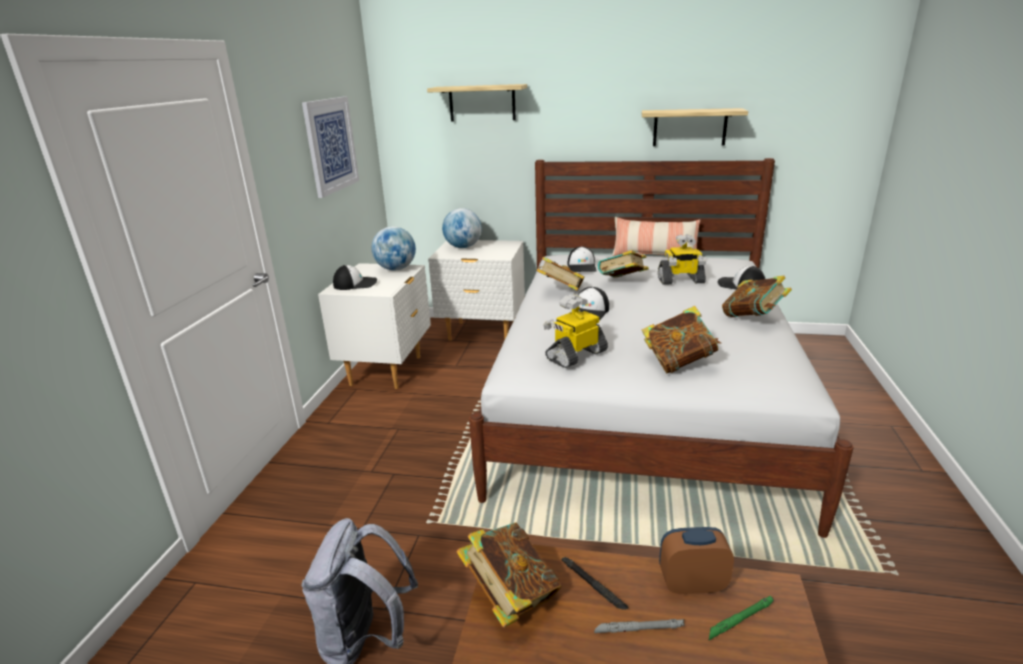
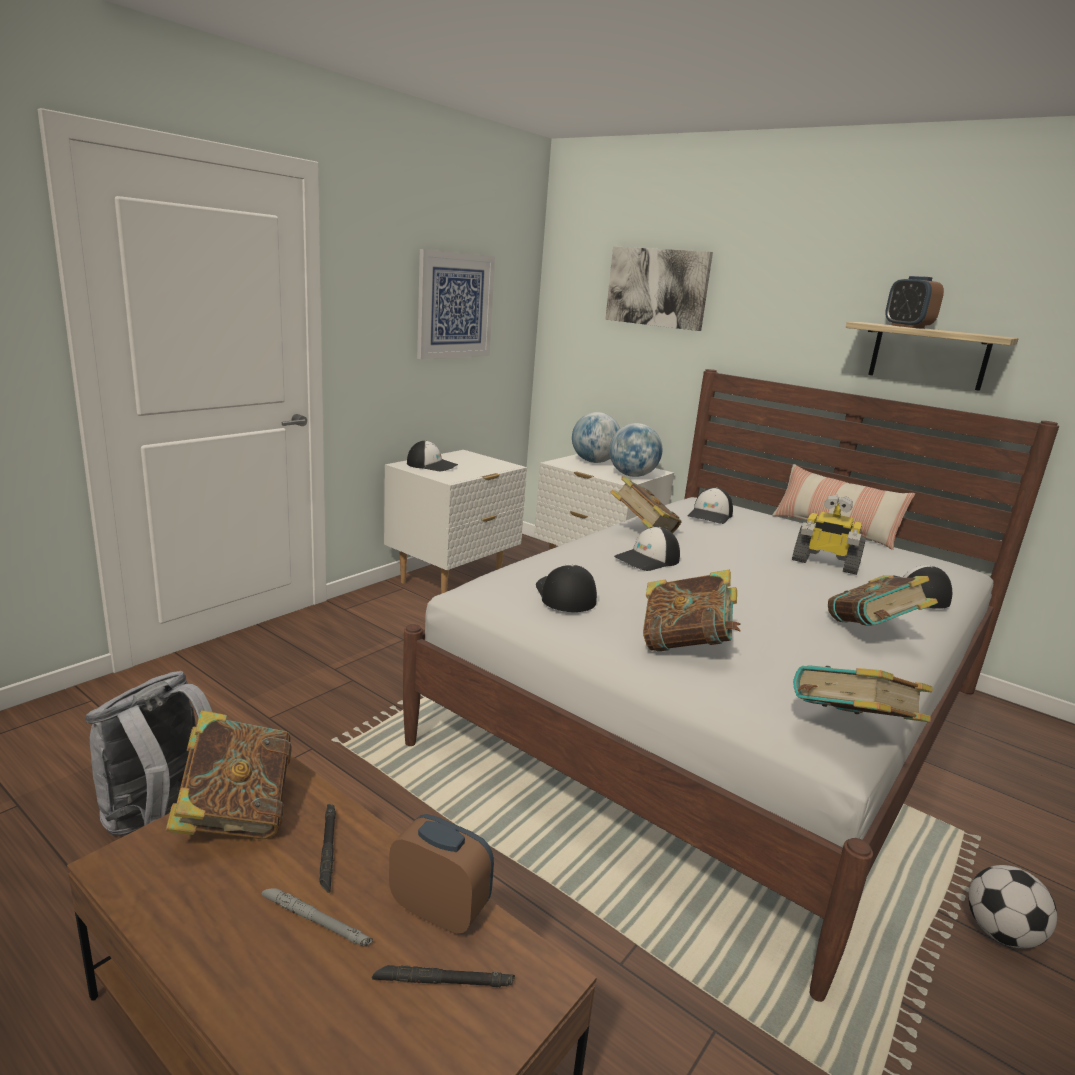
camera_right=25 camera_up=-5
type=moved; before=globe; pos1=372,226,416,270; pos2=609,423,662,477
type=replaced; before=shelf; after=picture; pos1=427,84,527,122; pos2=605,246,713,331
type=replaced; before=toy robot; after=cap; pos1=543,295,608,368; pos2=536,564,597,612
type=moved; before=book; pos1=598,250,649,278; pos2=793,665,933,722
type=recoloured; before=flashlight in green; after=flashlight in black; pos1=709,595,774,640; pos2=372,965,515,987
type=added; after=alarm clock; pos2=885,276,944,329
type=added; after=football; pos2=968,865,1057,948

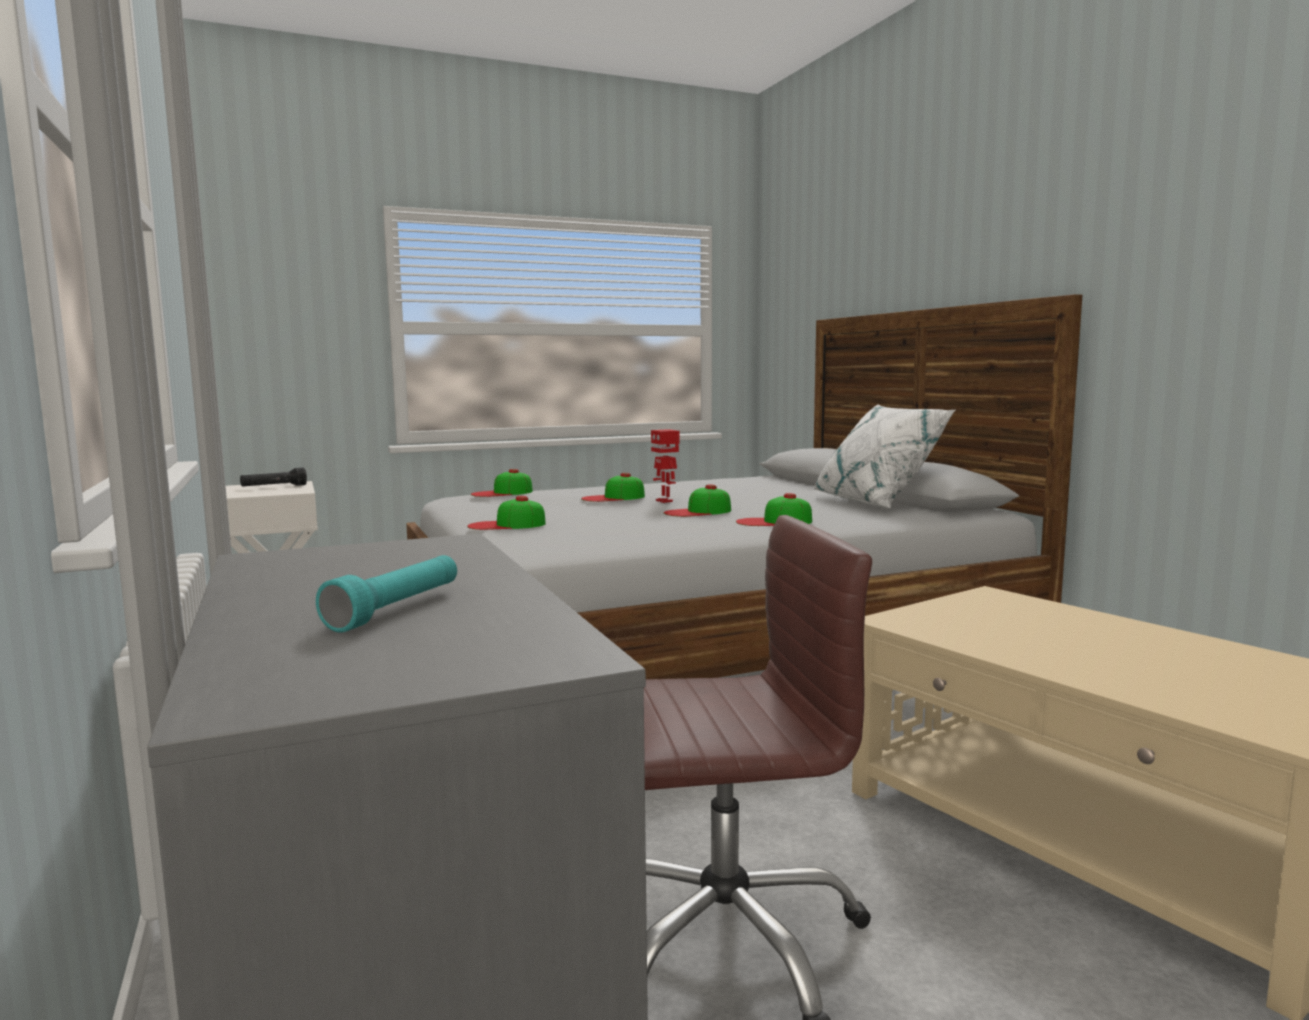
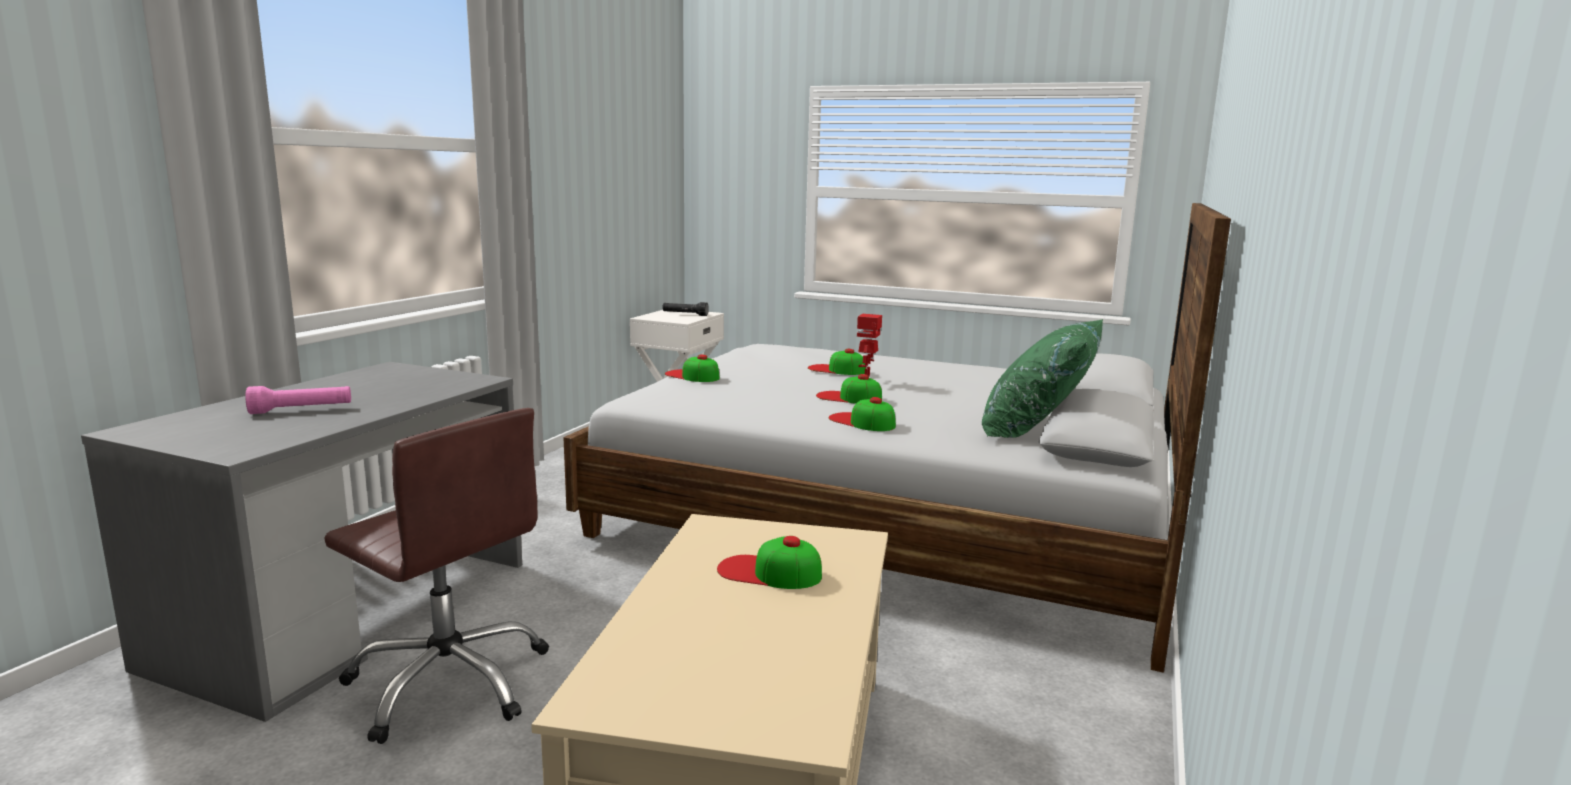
camera_right=45 camera_up=5
type=recoloured; before=flashlight in turquoise; after=flashlight in pink; pos1=316,555,457,633; pos2=246,386,351,414
type=moved; before=cap; pos1=471,469,533,497; pos2=717,536,822,589
type=recoloured; before=pillow in white; after=pillow in green; pos1=814,404,955,509; pos2=982,319,1103,438

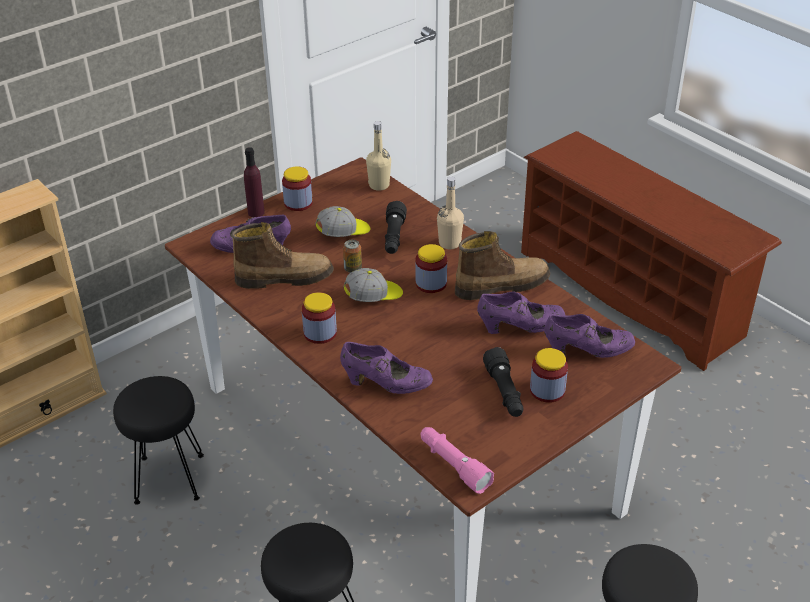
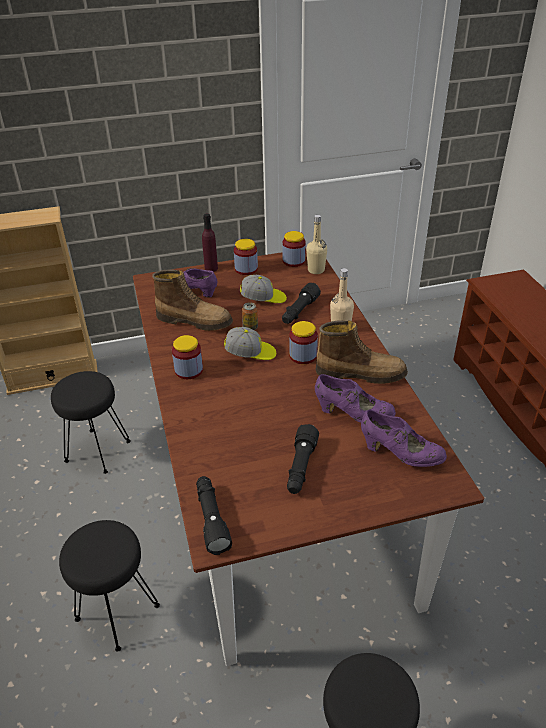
camera_right=25 camera_up=0
type=removed; before=shoe in purple; pos1=340,342,433,394
type=recoloured; before=flashlight in pink; after=flashlight in black; pos1=421,427,494,494; pos2=196,476,232,555
type=moved; before=jar; pos1=530,348,568,403; pos2=282,231,306,267

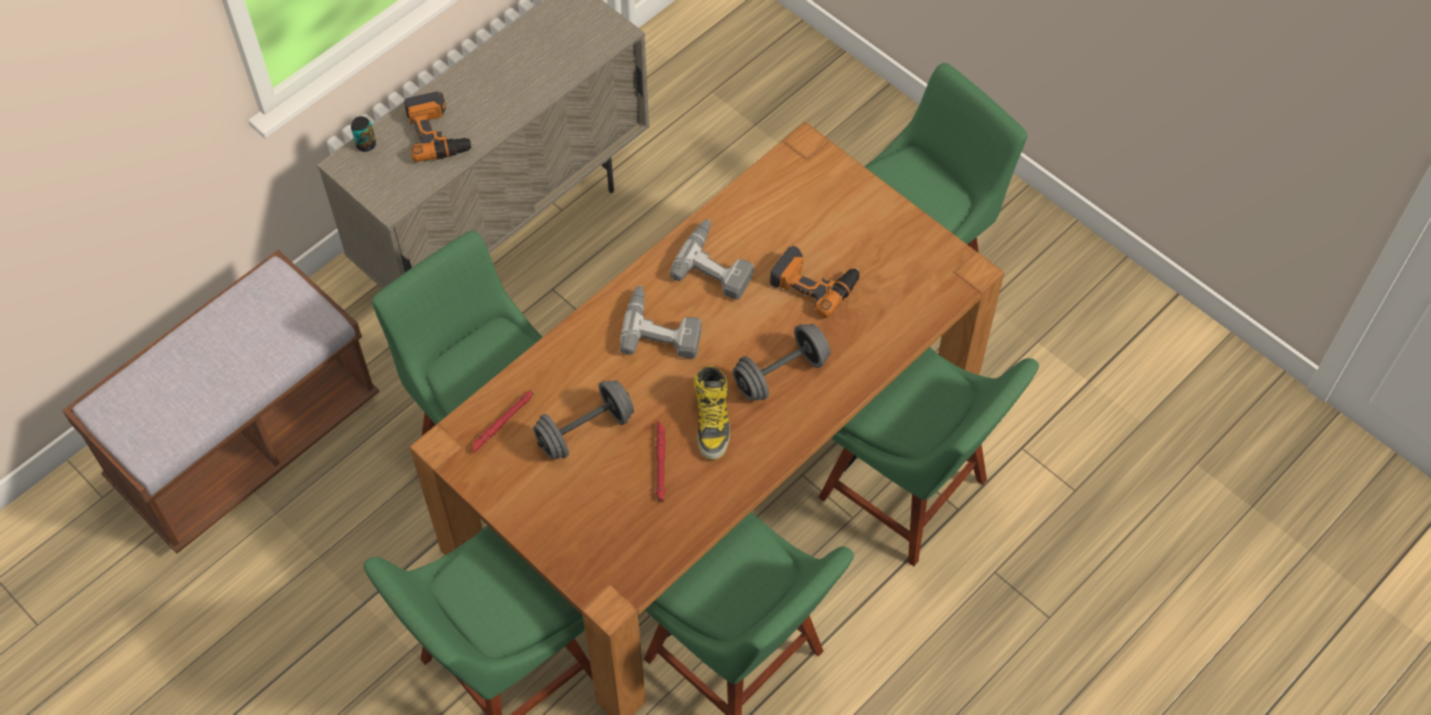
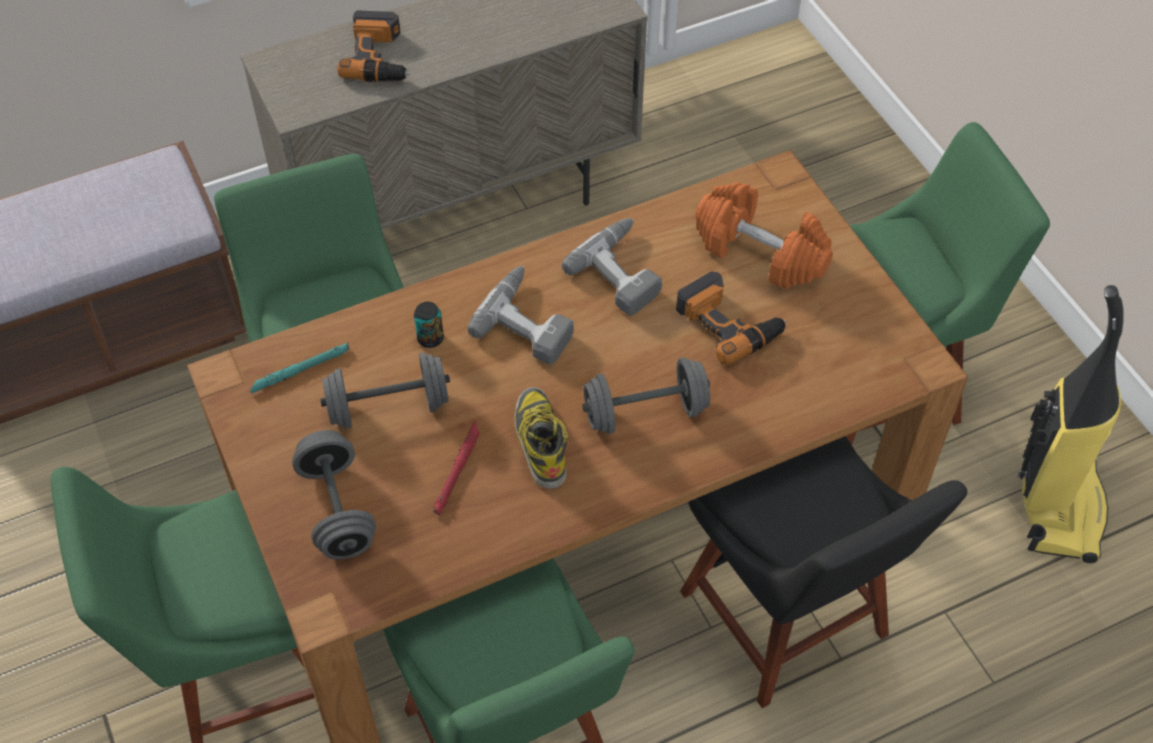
camera_right=20 camera_up=-5
type=moved; before=can; pos1=351,116,376,152; pos2=414,302,444,348
type=recoloured; before=flashlight in red; after=flashlight in turquoise; pos1=473,390,533,454; pos2=251,343,349,394
type=turned; before=boot; pos1=693,366,730,460; pos2=514,387,569,489; turn=150
type=recoloured; before=chair in green; after=chair in black; pos1=818,347,1039,566; pos2=680,436,968,708
type=added; after=dumbbell in grey; pos2=292,430,376,560
type=added; after=dumbbell in orange; pos2=695,182,833,289
type=added; after=vacuum cleaner; pos2=1018,285,1124,563

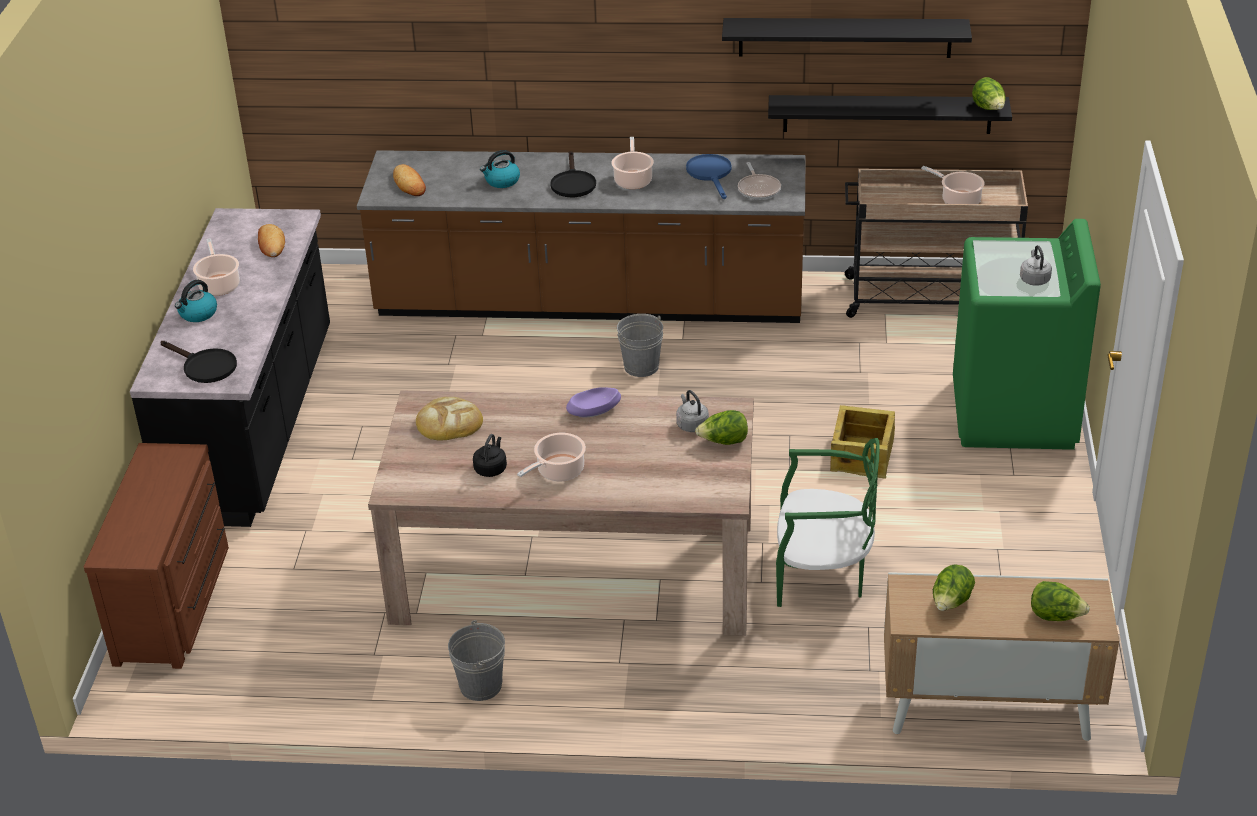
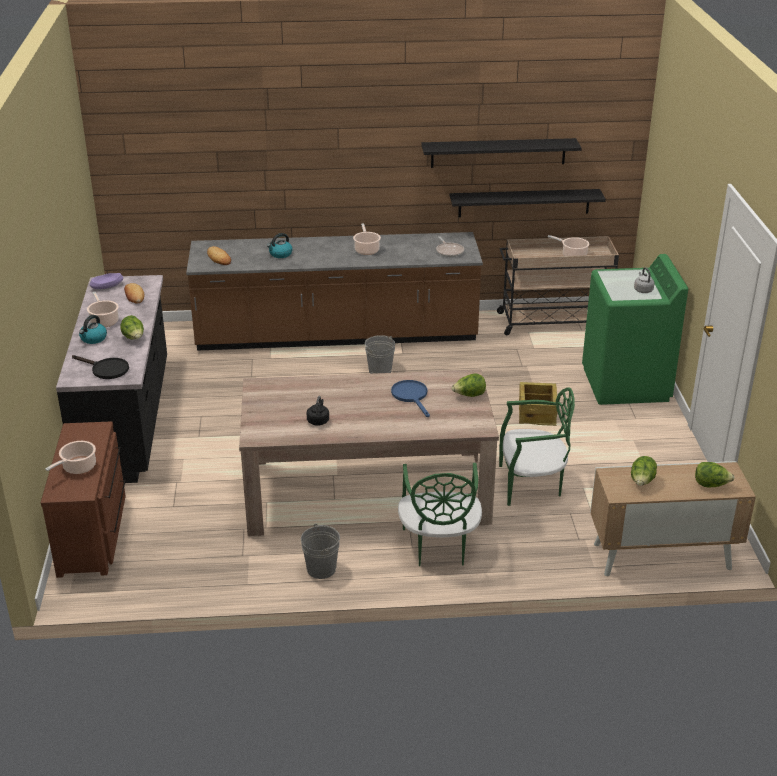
camera_right=-10 camera_up=-5
type=removed; before=bread; pos1=416,397,483,441
type=moved; before=cooking pot; pos1=517,433,586,481; pos2=45,441,96,474
type=removed; before=frying pan in black; pos1=550,151,596,197
type=moved; before=bowl in purple; pos1=566,387,621,417; pos2=90,273,123,290
type=removed; before=kettle in grey; pos1=676,390,709,432
type=moved; before=frying pan in blue; pos1=686,154,732,199; pos2=391,380,430,417
type=moved; before=lettuce; pos1=972,77,1006,110; pos2=120,315,144,339
type=added; after=chair in green; pos2=398,463,482,566

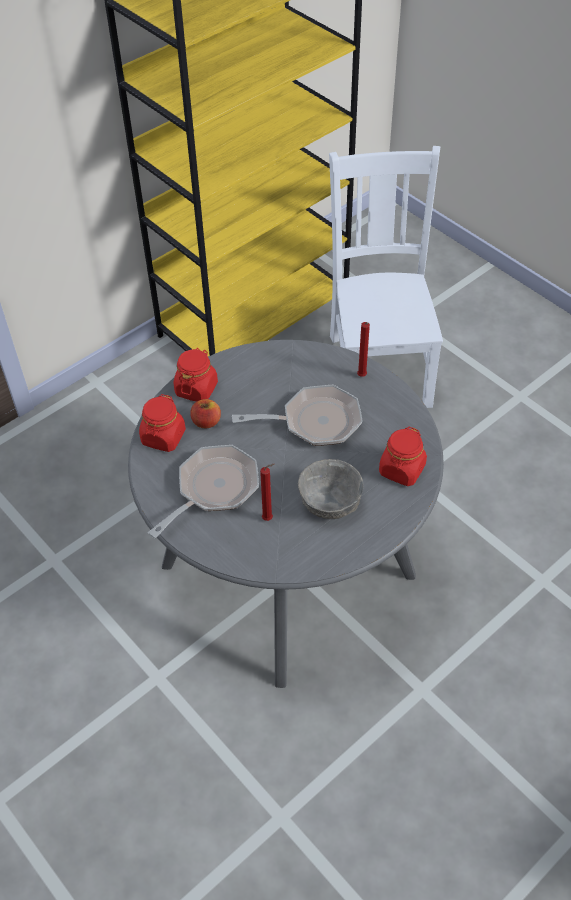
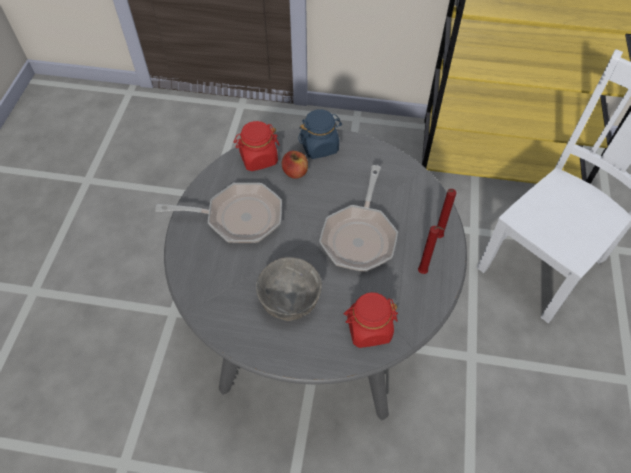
camera_right=50 camera_up=5
type=recoloured; before=jar in red; after=jar in blue; pos1=174,348,218,402; pos2=298,109,342,159
type=turned; before=frying pan; pos1=232,385,363,446; pos2=319,165,398,272; turn=60
type=moved; before=candle in red; pos1=260,464,275,521; pos2=418,226,444,274

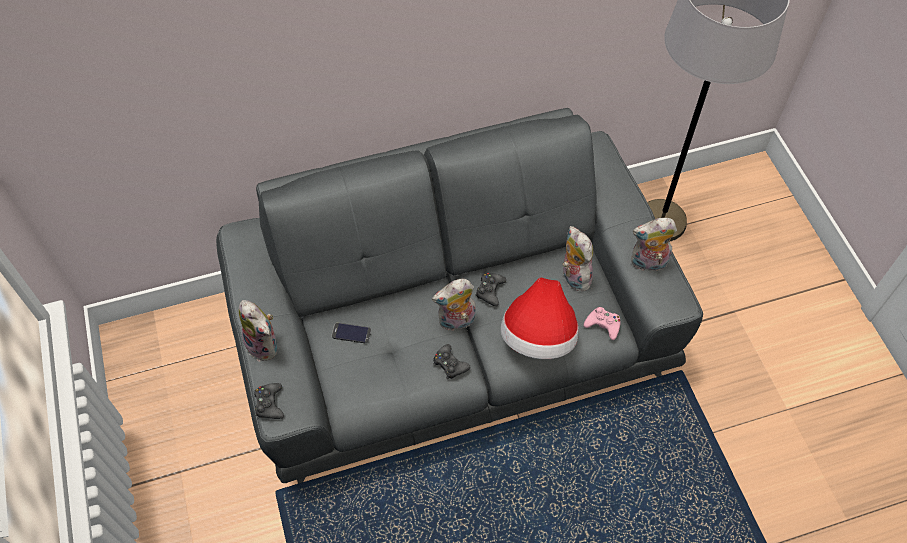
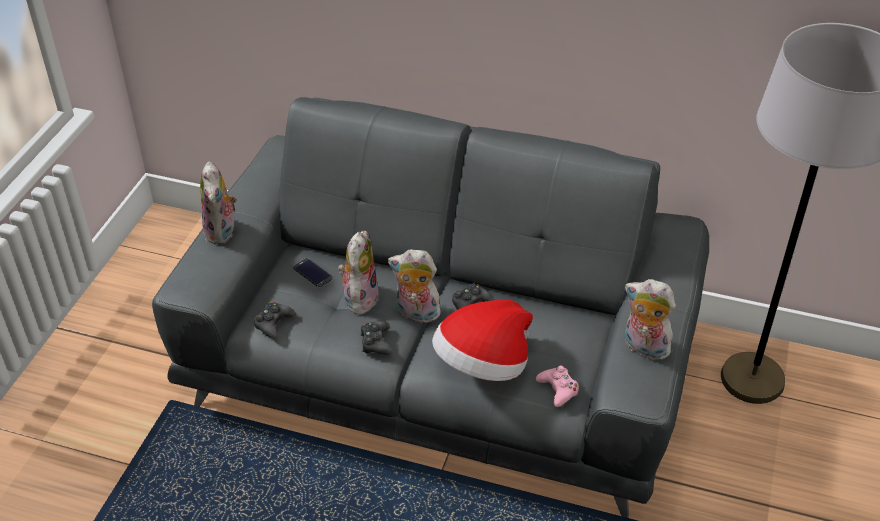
camera_right=35 camera_up=-15
type=moved; before=game controller in black; pos1=254,383,284,419; pos2=254,302,295,339
type=moved; before=plush toy; pos1=562,226,593,291; pos2=338,231,379,315

